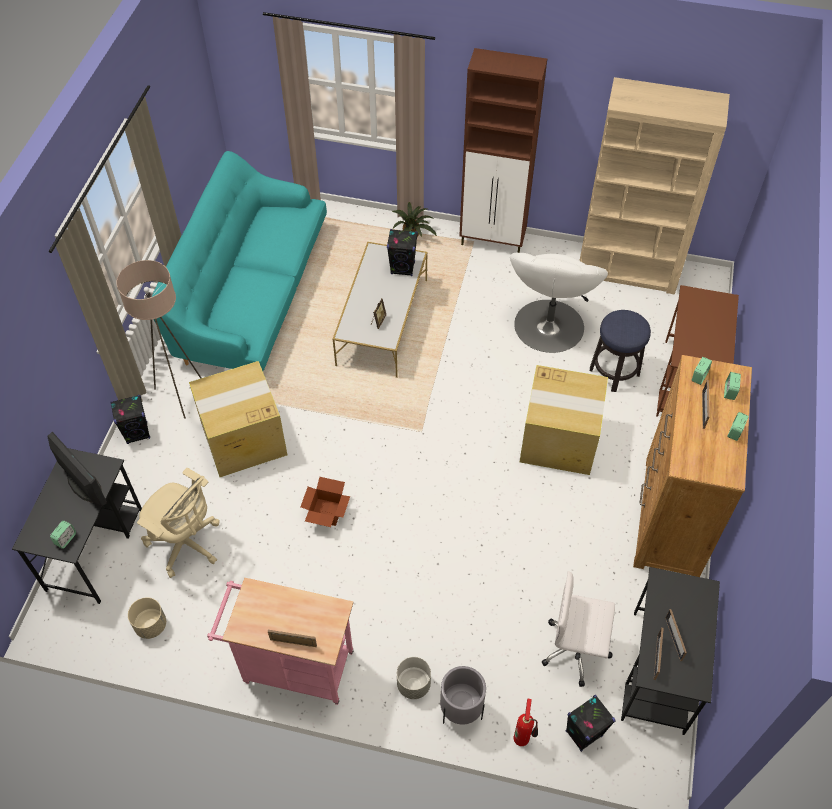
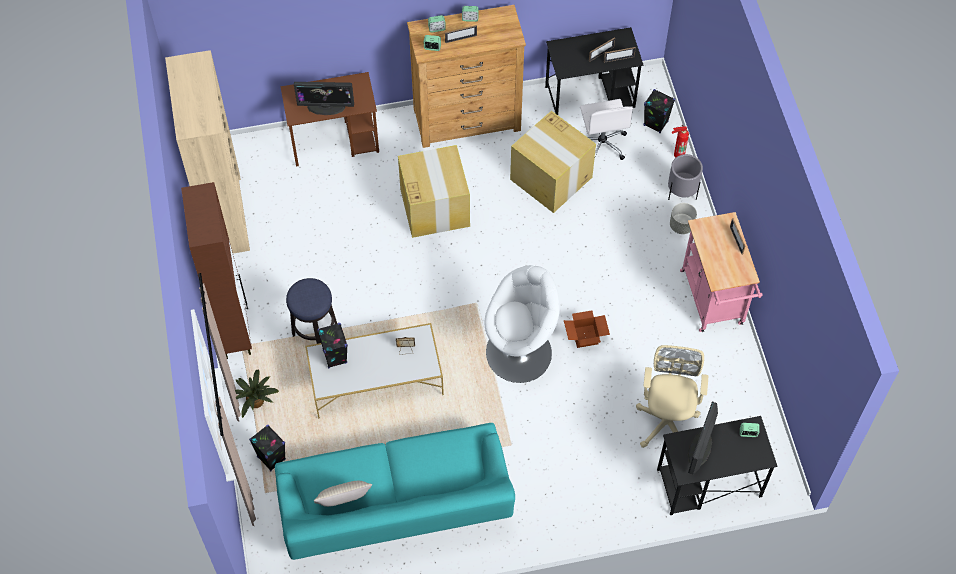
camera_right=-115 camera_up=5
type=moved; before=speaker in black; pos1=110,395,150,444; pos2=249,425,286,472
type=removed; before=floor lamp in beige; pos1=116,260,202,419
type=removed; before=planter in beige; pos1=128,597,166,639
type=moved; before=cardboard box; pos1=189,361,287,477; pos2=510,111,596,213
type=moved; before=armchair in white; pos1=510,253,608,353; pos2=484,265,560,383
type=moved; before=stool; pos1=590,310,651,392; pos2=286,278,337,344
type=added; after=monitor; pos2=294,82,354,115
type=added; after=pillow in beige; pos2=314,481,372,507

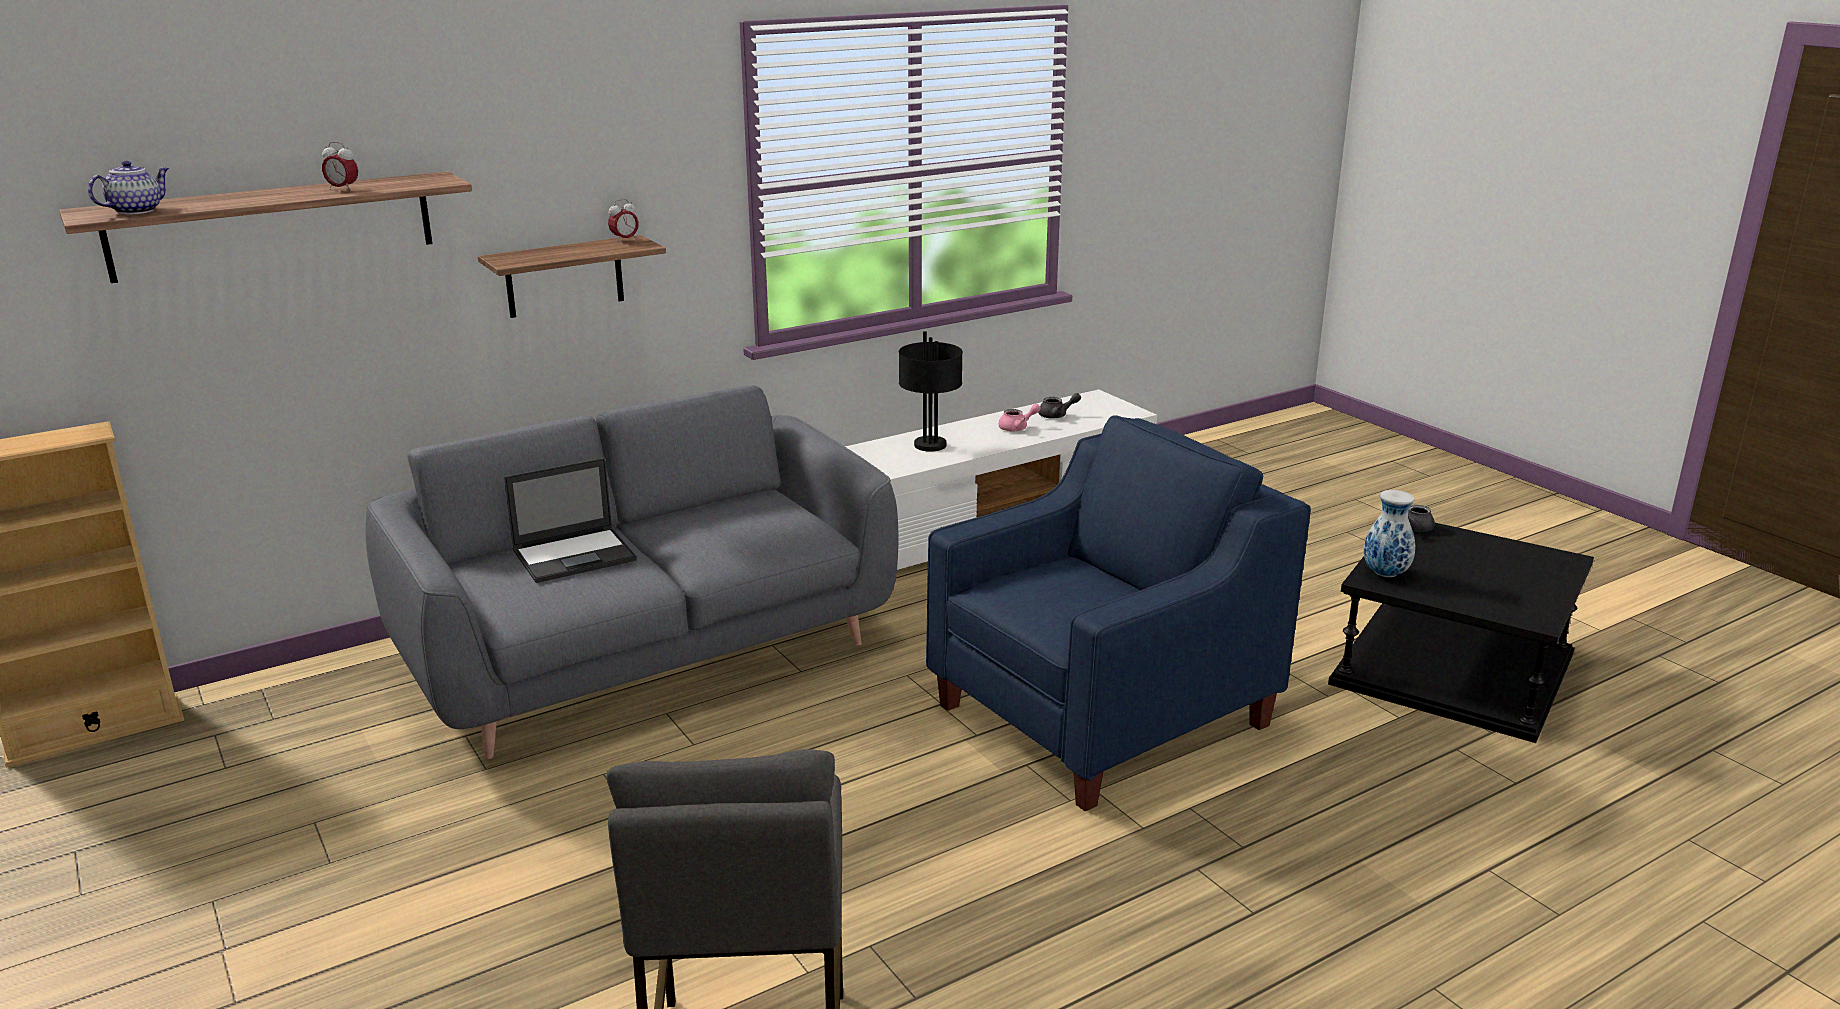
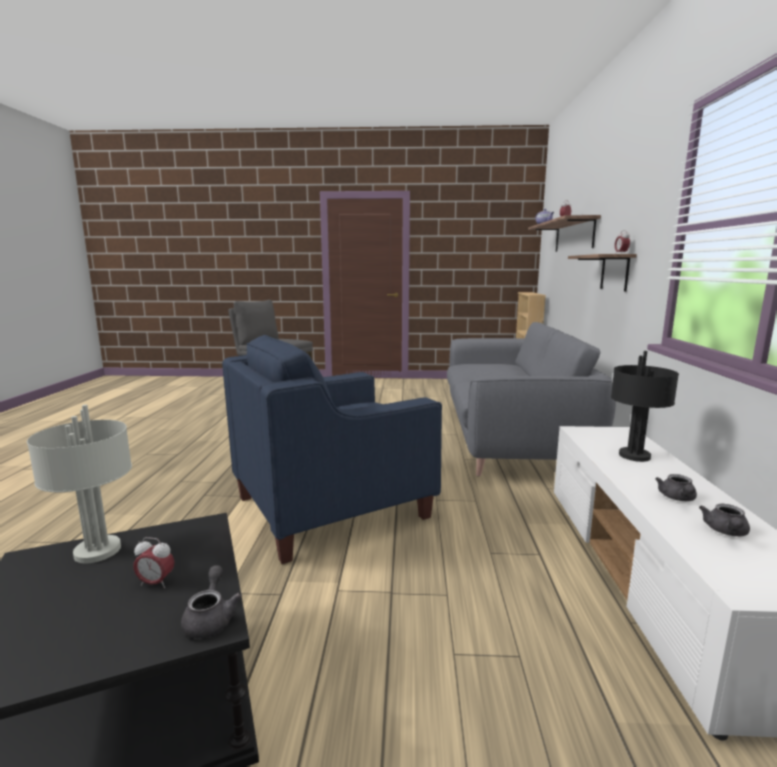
camera_right=125 camera_up=-10
type=removed; before=laptop; pos1=504,458,637,583
type=turned; before=armchair in blue; pos1=926,415,1311,811; pos2=222,335,442,564; turn=60
type=recoloured; before=teapot in pink; after=teapot in grey; pos1=998,404,1041,431; pos2=655,474,697,501
type=removed; before=vase; pos1=1363,490,1416,577
type=added; after=table lamp in grey; pos2=27,405,132,563
type=added; after=alarm clock; pos2=133,537,174,588

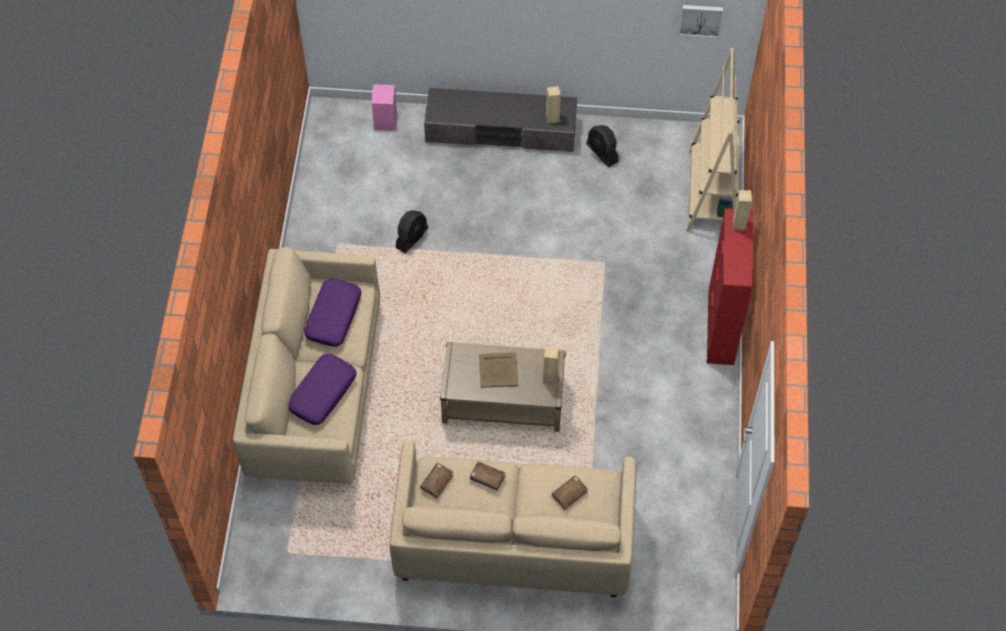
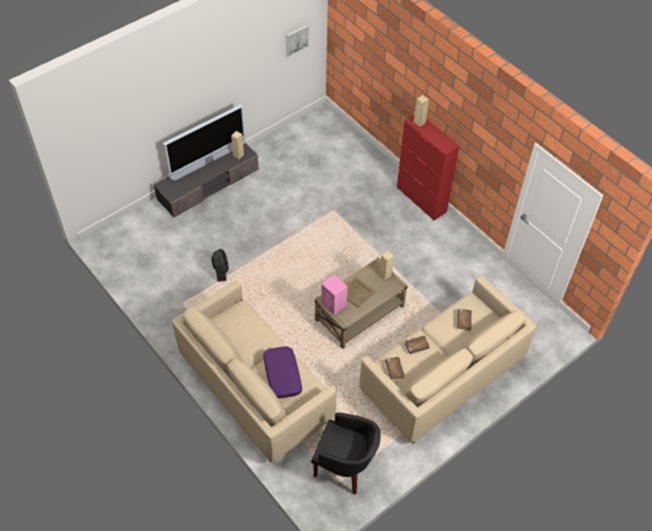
camera_right=-45 camera_up=-5
type=removed; before=pillow in purple; pos1=304,279,362,347
type=moved; before=speaker in pink; pos1=372,85,397,130; pos2=321,274,348,315
type=removed; before=fan in black; pos1=586,125,619,167
type=removed; before=bookcase in beige; pos1=686,48,739,232
type=added; after=television; pos2=163,105,245,180
type=added; after=armchair in black; pos2=311,412,381,495

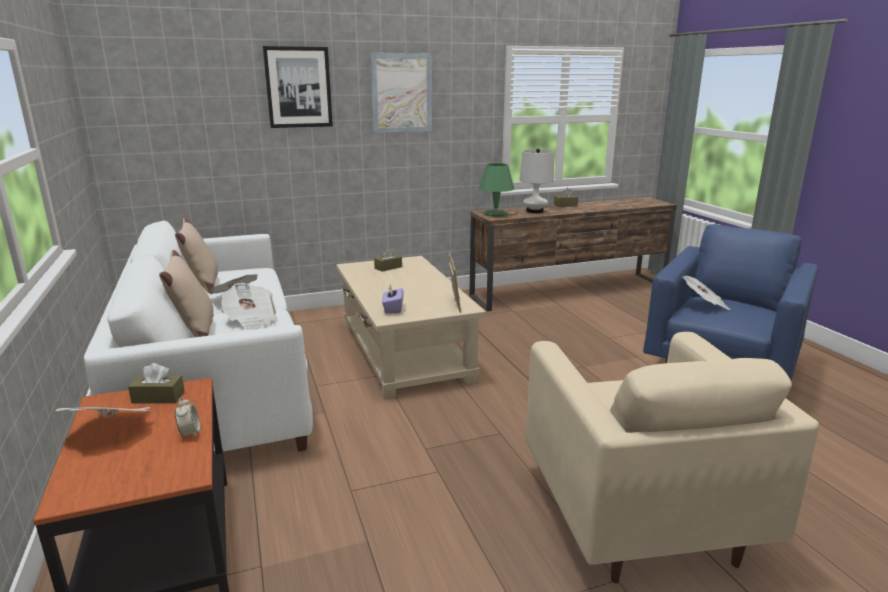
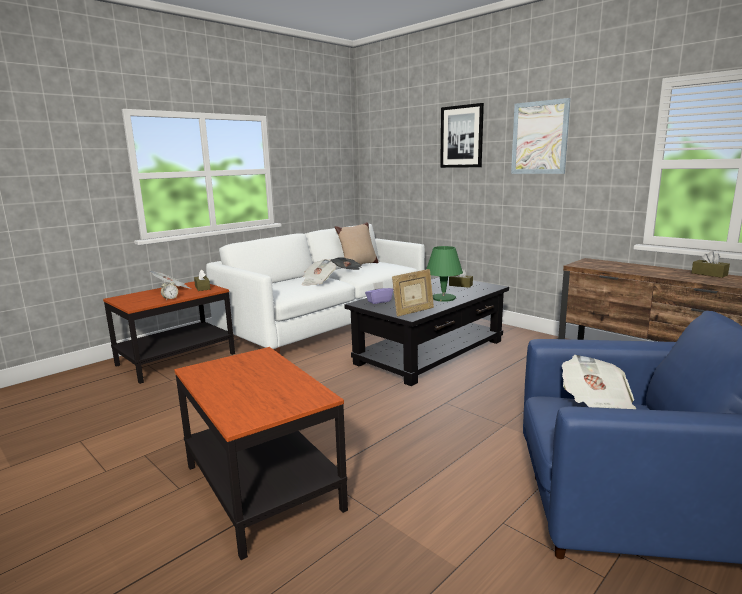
camera_right=65 camera_up=-5
type=removed; before=pillow in beige; pos1=159,250,214,337
type=recoloured; before=coffee table in beige; after=coffee table in black; pos1=336,256,486,399; pos2=345,276,509,386
type=moved; before=table lamp in green; pos1=479,163,515,217; pos2=426,246,463,302
type=removed; before=table lamp in white; pos1=520,149,554,213
type=replaced; before=armchair in beige; after=side table; pos1=525,332,819,584; pos2=174,347,348,560

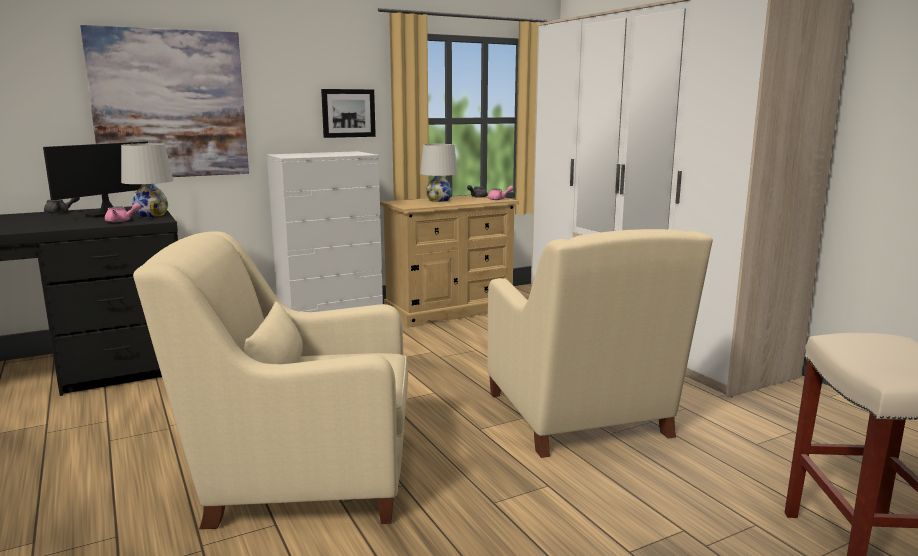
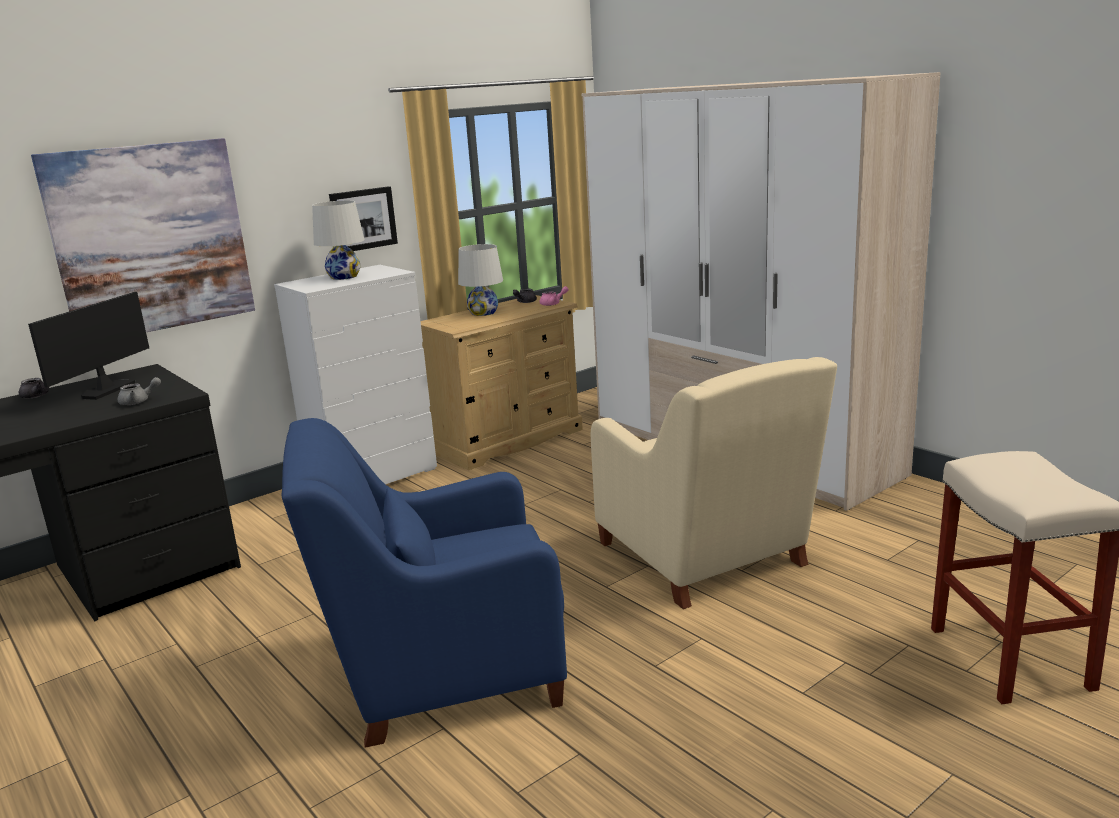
camera_right=-10 camera_up=5
type=recoloured; before=teapot in pink; after=teapot in grey; pos1=105,203,141,222; pos2=118,377,161,405
type=moved; before=table lamp in white; pos1=121,143,173,217; pos2=312,200,365,280
type=recoloured; before=armchair in beige; after=armchair in blue; pos1=133,231,408,529; pos2=282,418,567,748

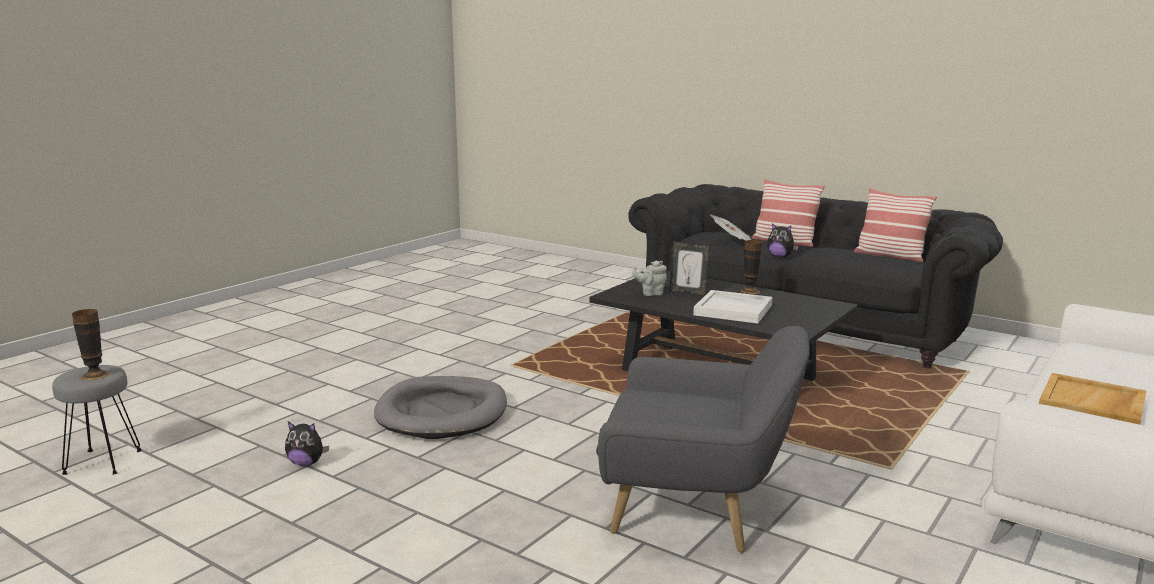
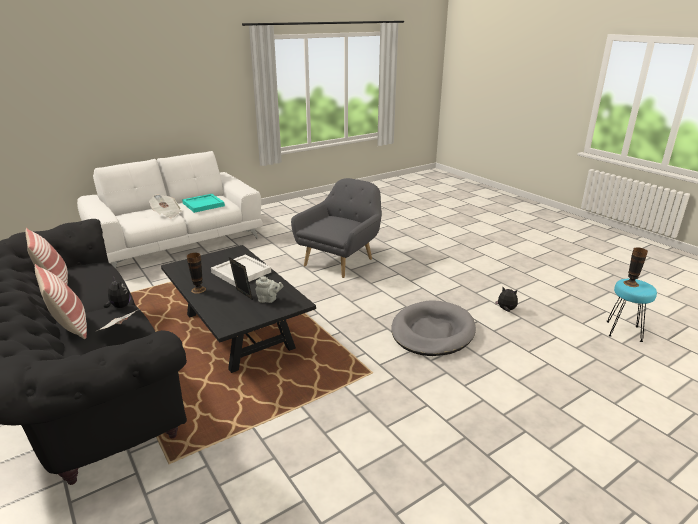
camera_right=-160 camera_up=10
type=recoloured; before=stool in grey; after=stool in turquoise; pos1=52,365,142,475; pos2=606,279,657,342
type=turned; before=armchair in grey; pos1=596,326,810,553; pos2=291,178,382,278; turn=90
type=recoloured; before=tray in beige; after=tray in turquoise; pos1=1039,373,1146,425; pos2=182,194,225,213
type=added; after=newspaper; pos2=149,195,182,218

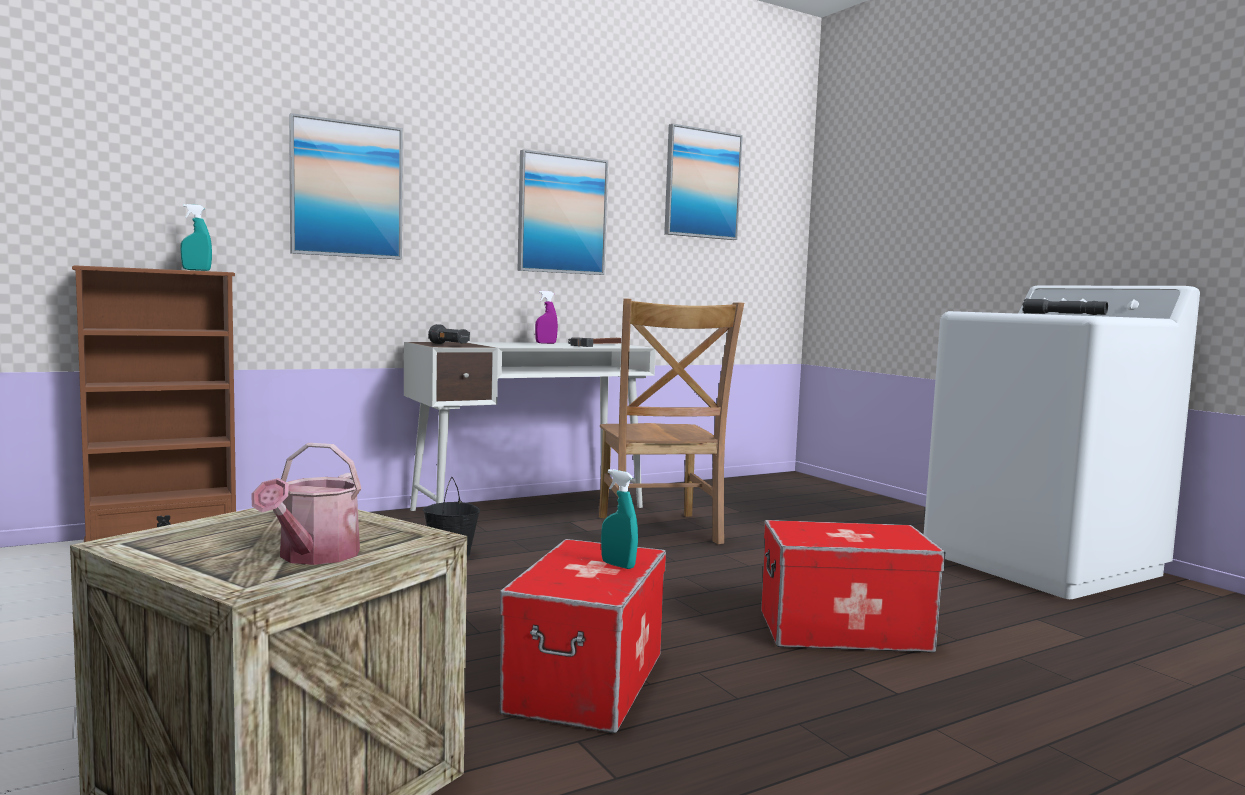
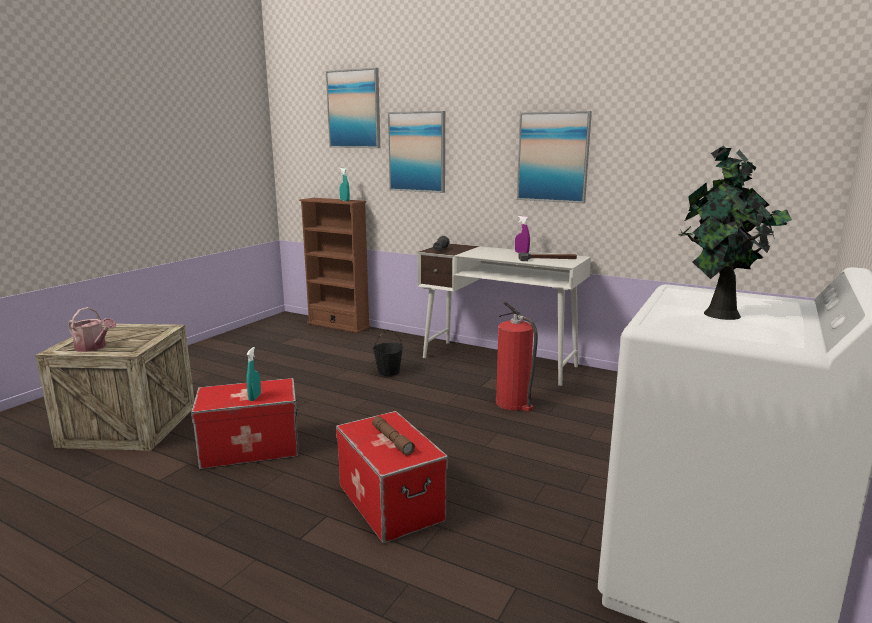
camera_right=60 camera_up=10
type=turned; before=watering can; pos1=251,443,362,565; pos2=68,307,116,352; turn=-135
type=replaced; before=chair in brown; after=fire extinguisher; pos1=599,298,744,544; pos2=496,301,538,412
type=moved; before=picture; pos1=664,124,743,240; pos2=326,68,380,148
type=replaced; before=flashlight in grey; after=potted plant; pos1=1023,299,1108,315; pos2=678,145,792,320
type=added; after=flashlight in brown; pos2=372,416,415,456

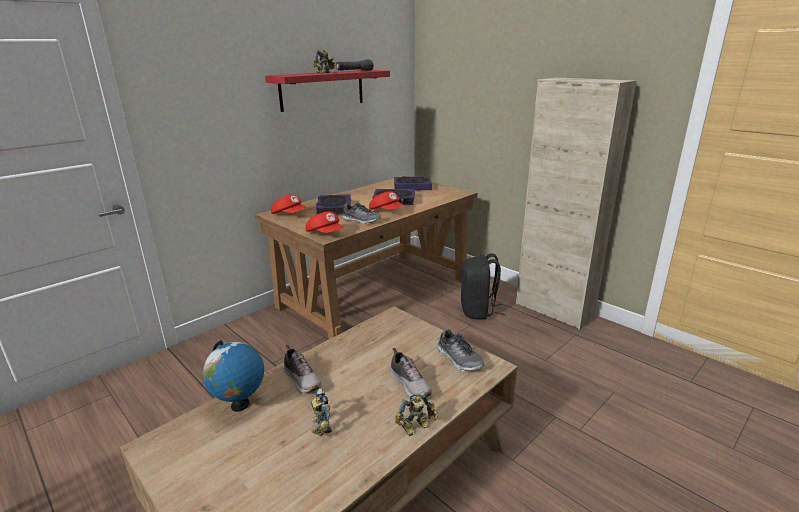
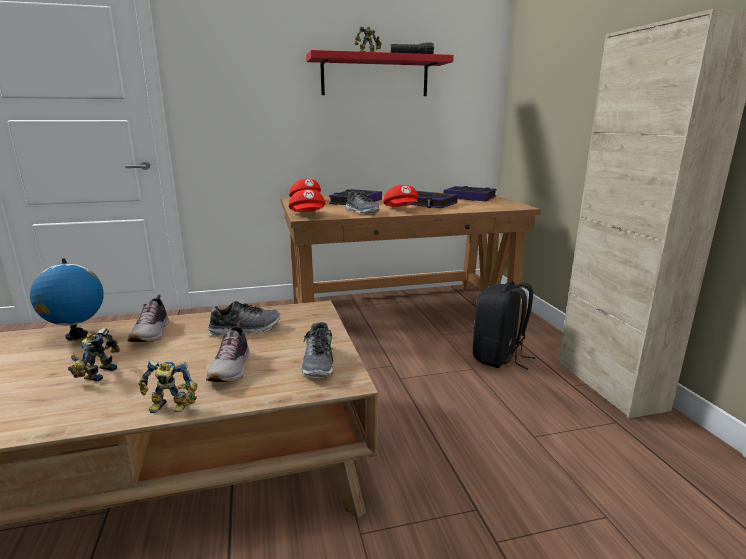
camera_right=30 camera_up=-5
type=added; after=shoe; pos2=208,301,280,337

